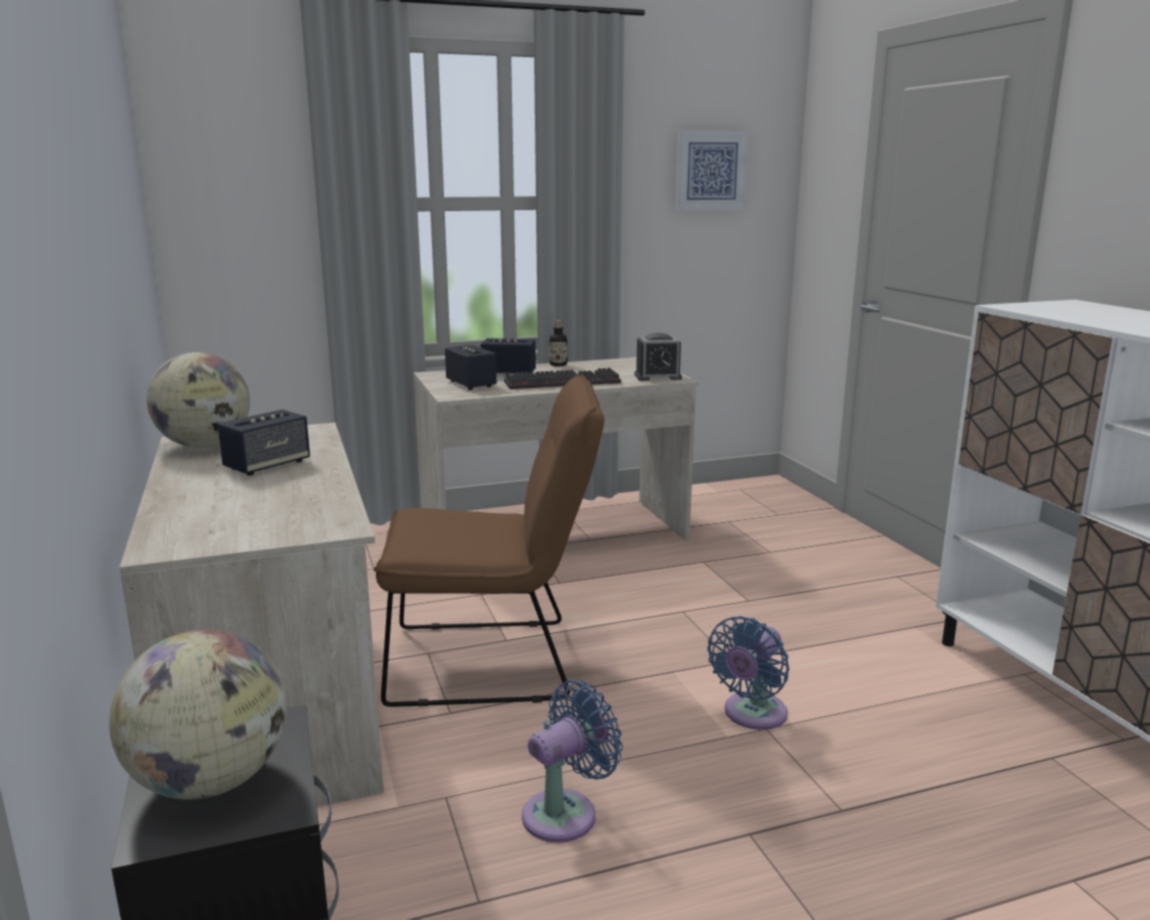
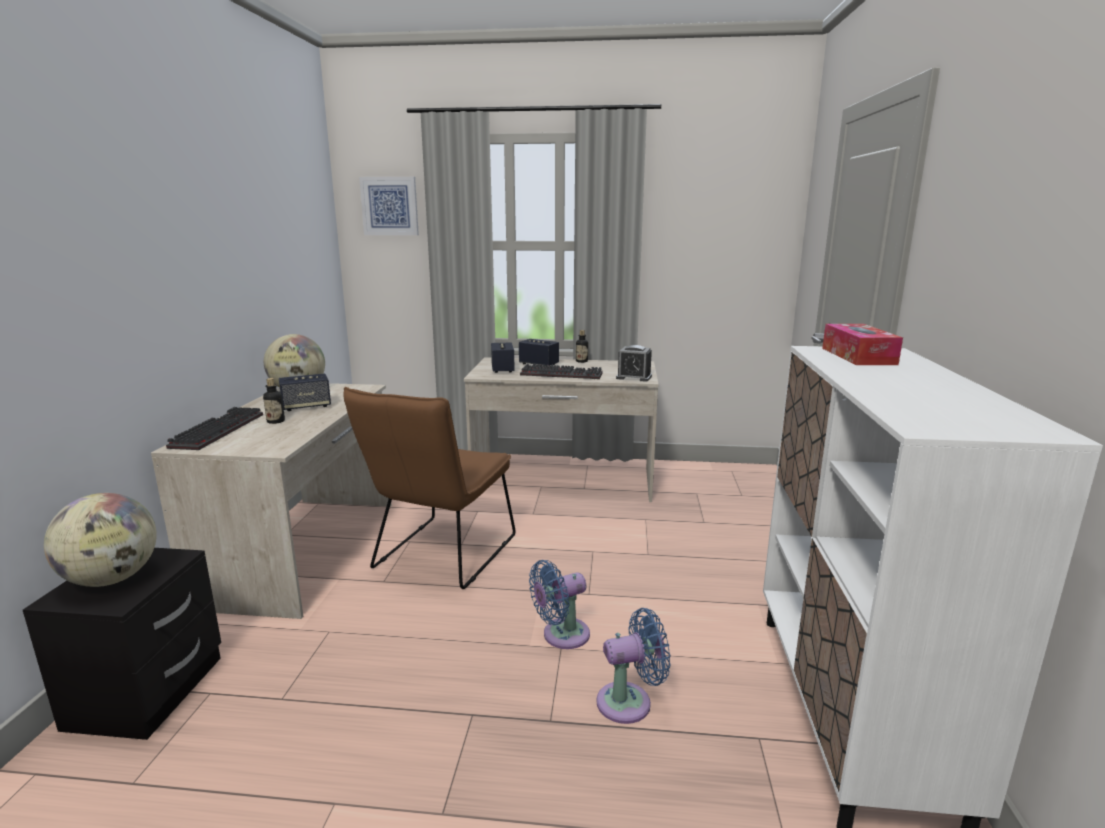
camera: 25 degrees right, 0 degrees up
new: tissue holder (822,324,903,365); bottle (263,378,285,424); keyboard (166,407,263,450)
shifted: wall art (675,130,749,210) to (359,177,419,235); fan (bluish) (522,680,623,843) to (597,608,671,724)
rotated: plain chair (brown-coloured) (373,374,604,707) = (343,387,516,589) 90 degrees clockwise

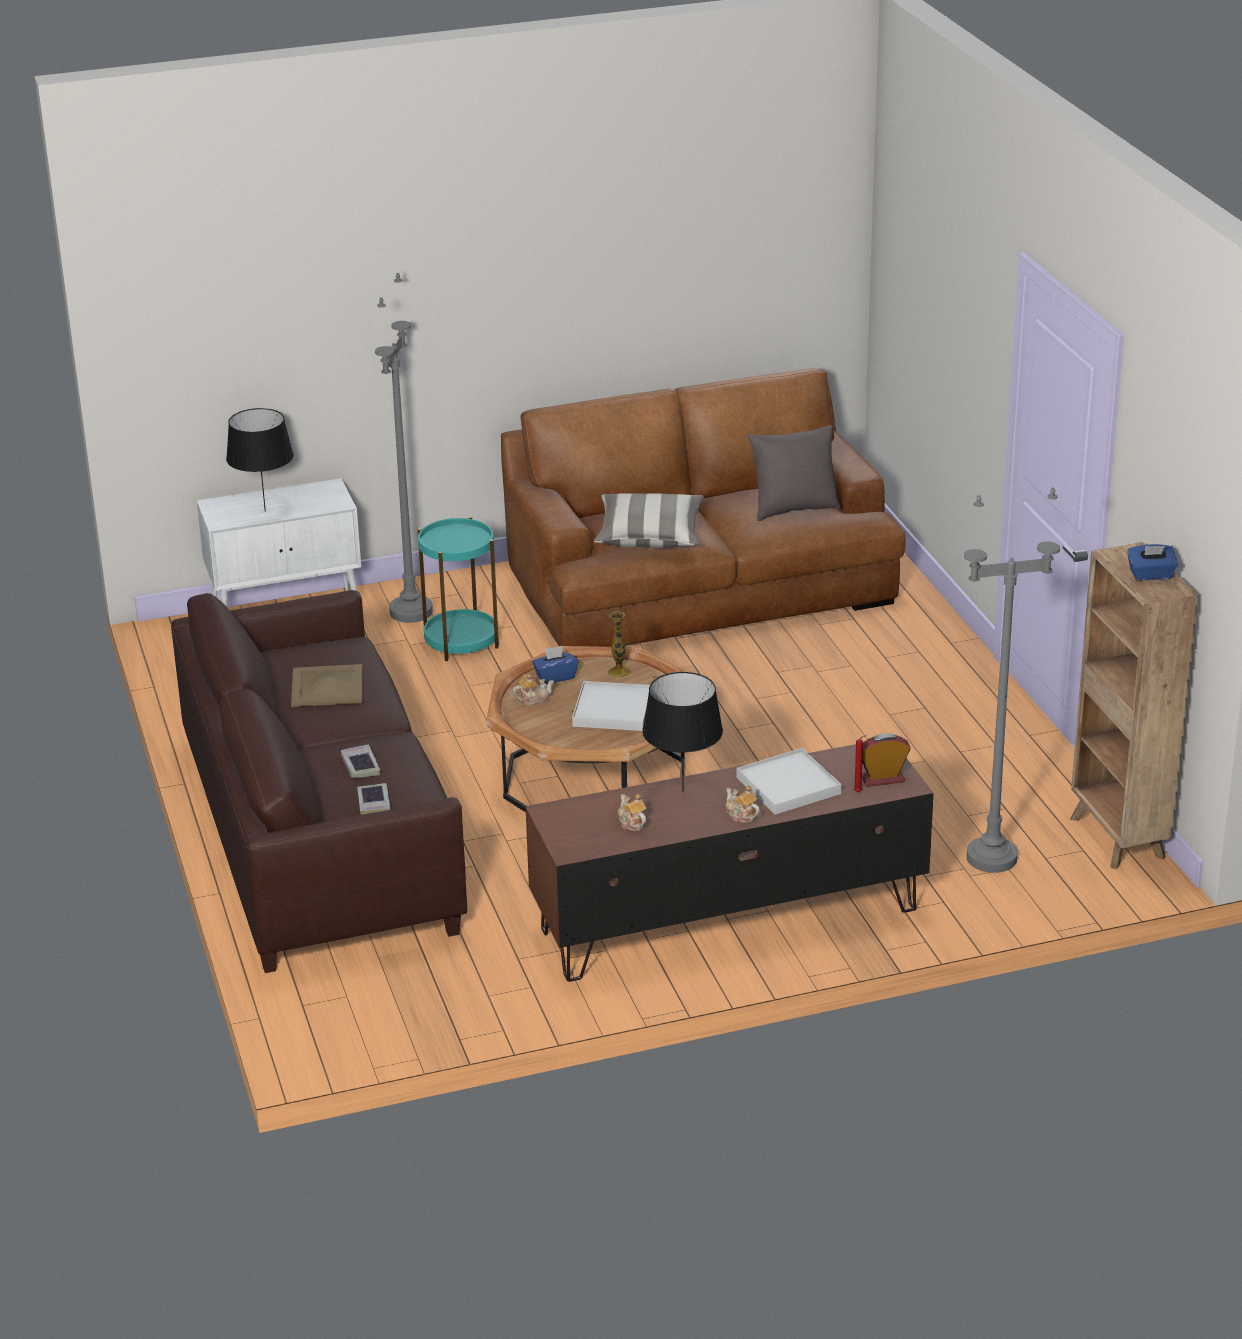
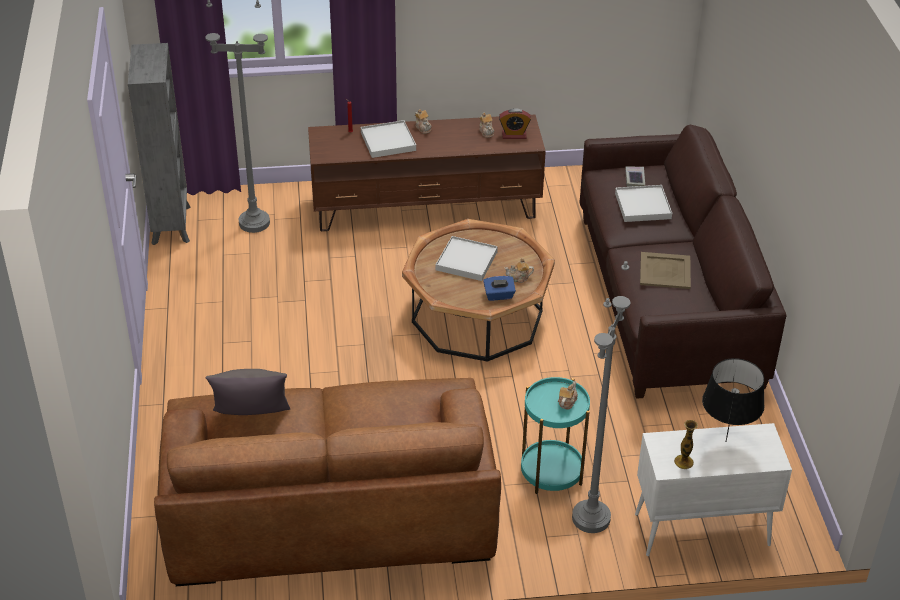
camera: 170 degrees left, 10 degrees up
gone: pillow (594,493,704,548); tissue holder (bluish) (1127,544,1178,580); tabletop lamp (black-coloured) (642,672,723,792)
new: teapot (558,381,578,410)
shifted: decorative vase (608,611,630,678) to (674,420,698,469); bedside clock (862,733,911,787) to (499,108,531,139)
swapped: book (341,744,380,778) to carrying tray (white-coloured) (615,185,672,222)
repainted: shelving unit (brown-coloured) (1070,542,1198,869) to shelving unit (grey) (128,43,191,245)

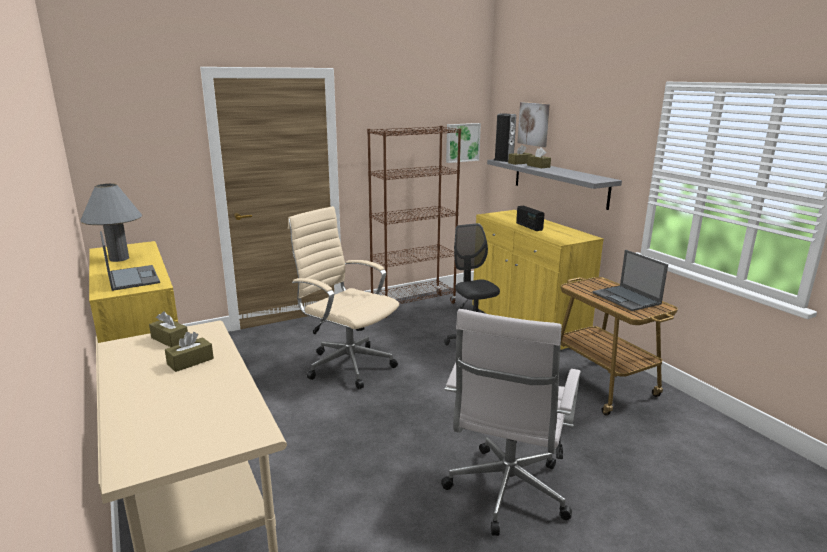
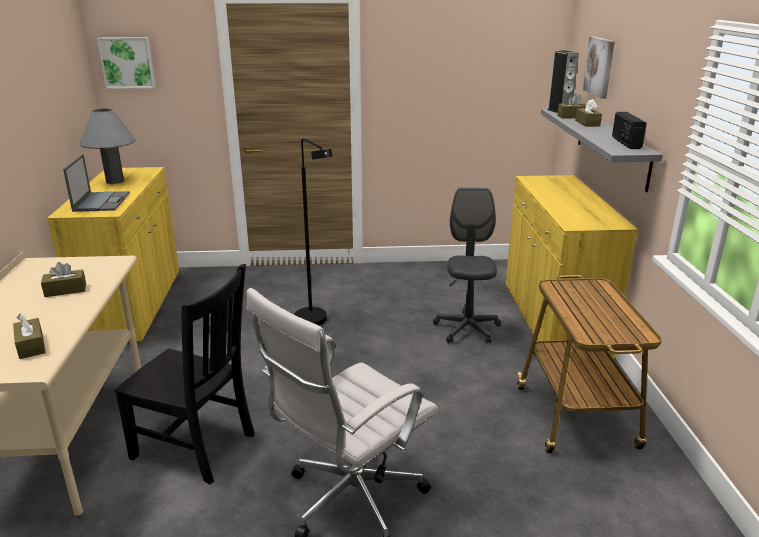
camera: 25 degrees right, 5 degrees up
gone: shelving unit (brown-coloured) (367,126,461,318); portable computer (592,250,668,311)
new: plain chair (black-coloured) (114,264,255,485)
shifted: wall art (446,123,481,163) to (97,37,156,89); radio receiver (516,206,545,231) to (612,112,647,149); tissue holder (brown-coloured) (149,312,188,347) to (13,314,46,359)
swapped: desk chair (beige-coloured) (288,206,399,389) to standard lamp (black-coloured) (294,138,333,326)

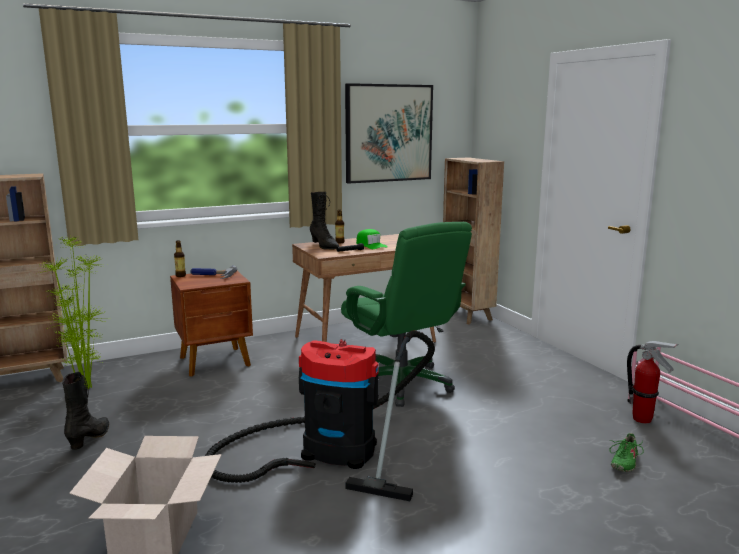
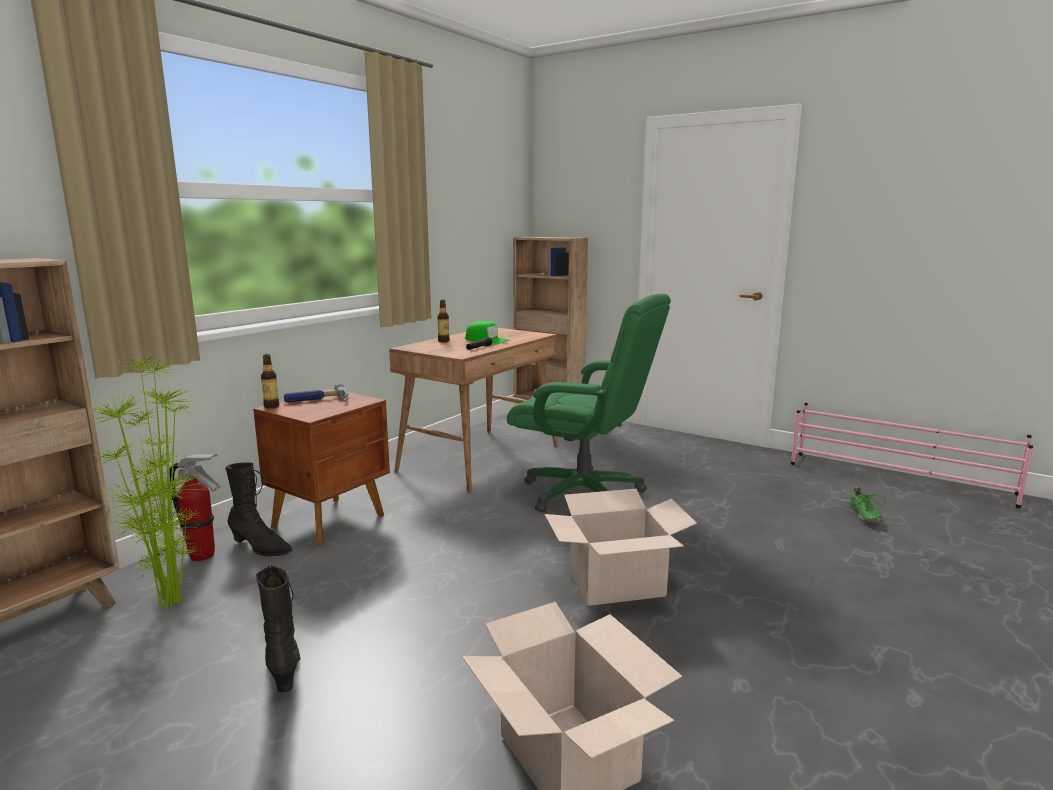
camera: 30 degrees left, 0 degrees up
gone: wall art (345,83,433,184)
shifted: high-top boot (black-coloured) (310,192,339,250) to (225,462,292,556); extinguisher (627,341,678,424) to (170,454,220,561)
swapped: vacuum cleaner (205,331,435,501) to cardboard box (544,489,697,606)

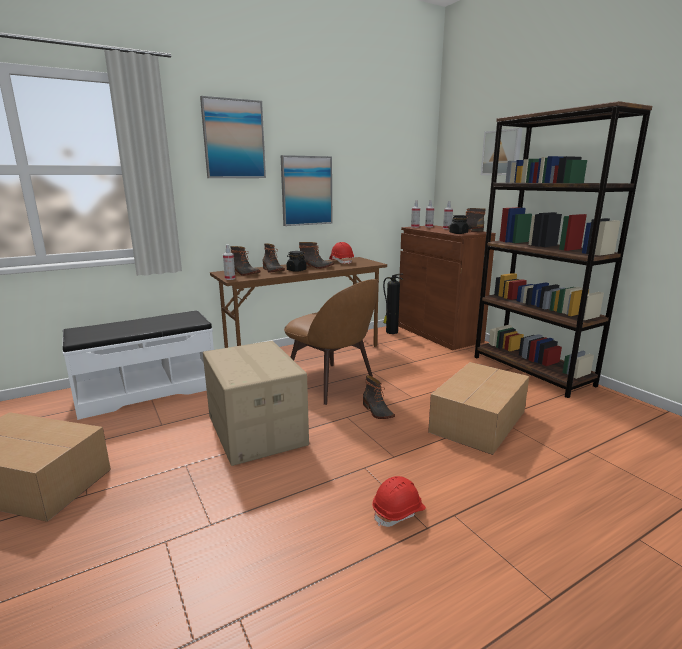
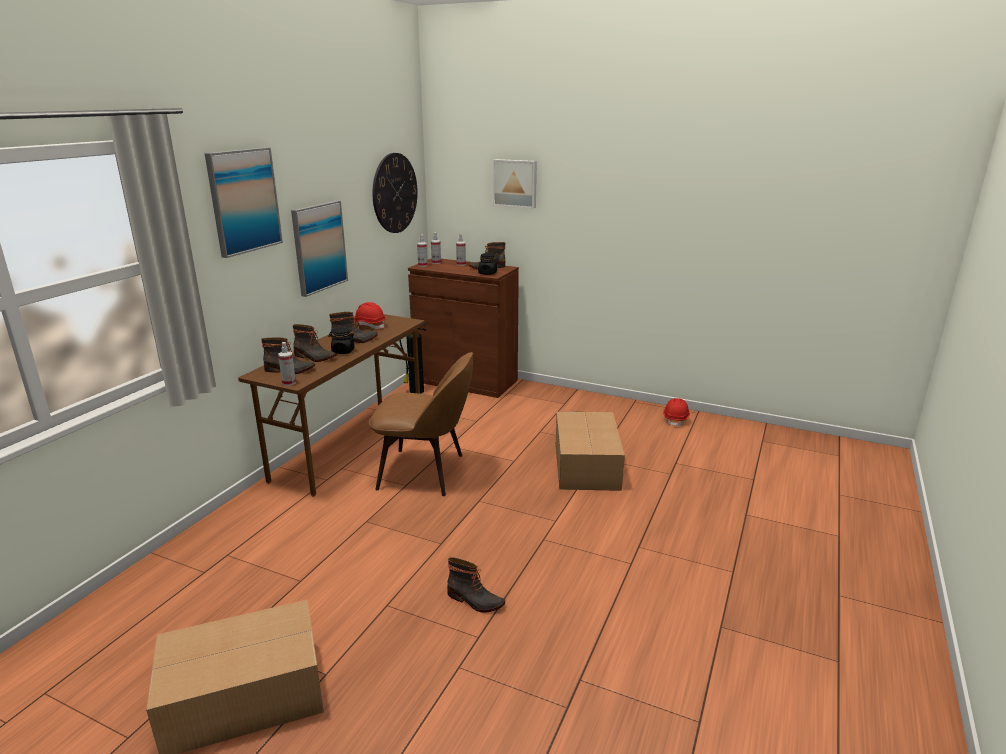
camera: 35 degrees left, 5 degrees up
gone: shelving unit (brown-coloured) (474,101,652,398); indoor bench (white-coloured) (63,310,214,420); cardboard box (203,341,309,466)
new: wall clock (372,153,418,233)
shifted: high-top boot (363,375,395,419) to (447,557,505,613); hard hat (red) (372,476,426,527) to (663,398,690,427)

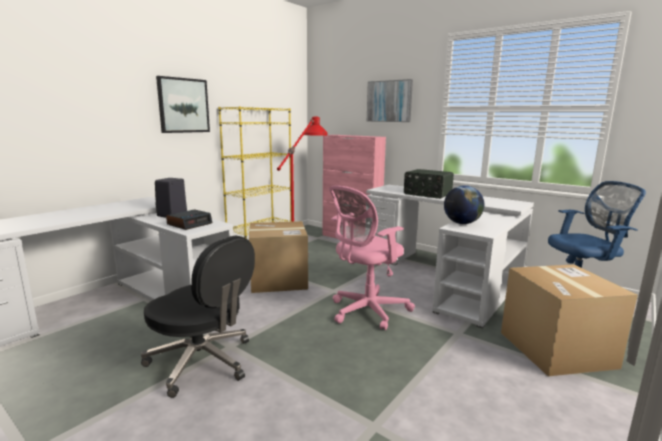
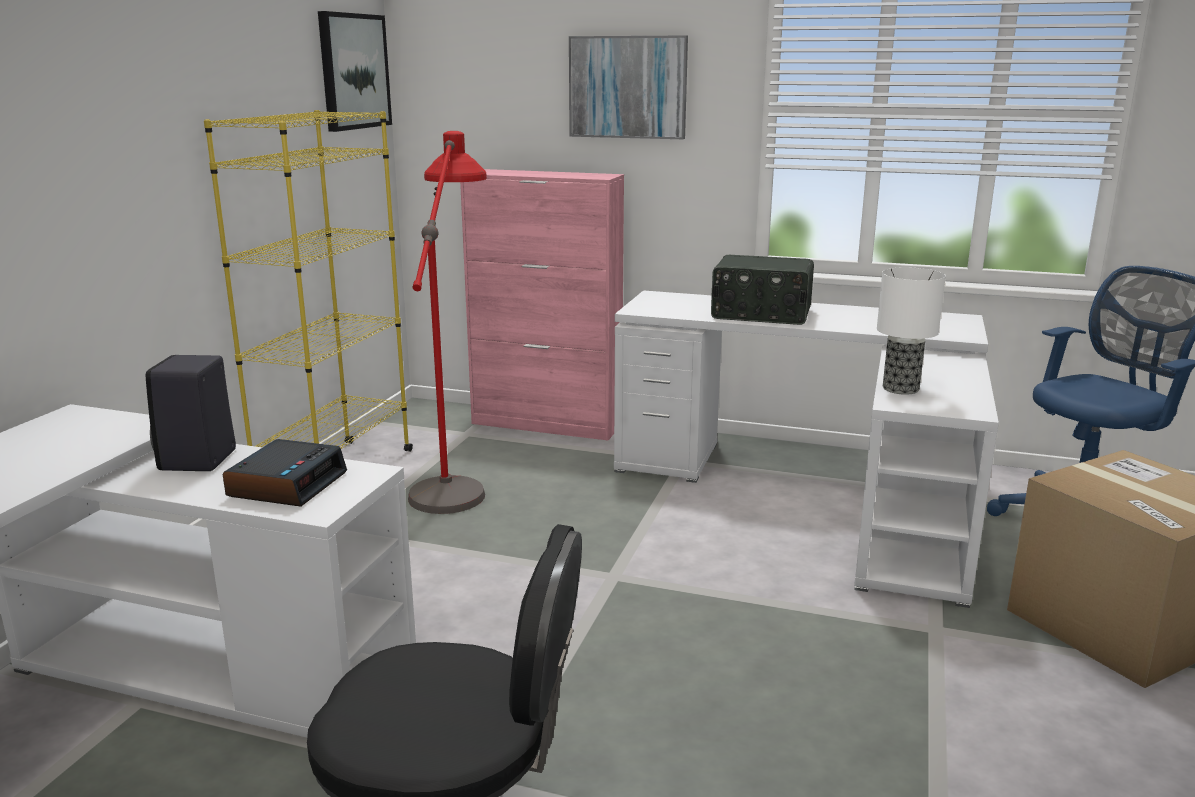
camera: 20 degrees left, 5 degrees up
gone: desk chair (pink-coloured) (329,185,415,330); cardboard box (249,221,308,293)
shifted: wall art (156,76,210,133) to (318,11,392,132)
swapped: desk globe (444,185,484,224) to tabletop lamp (877,267,946,395)

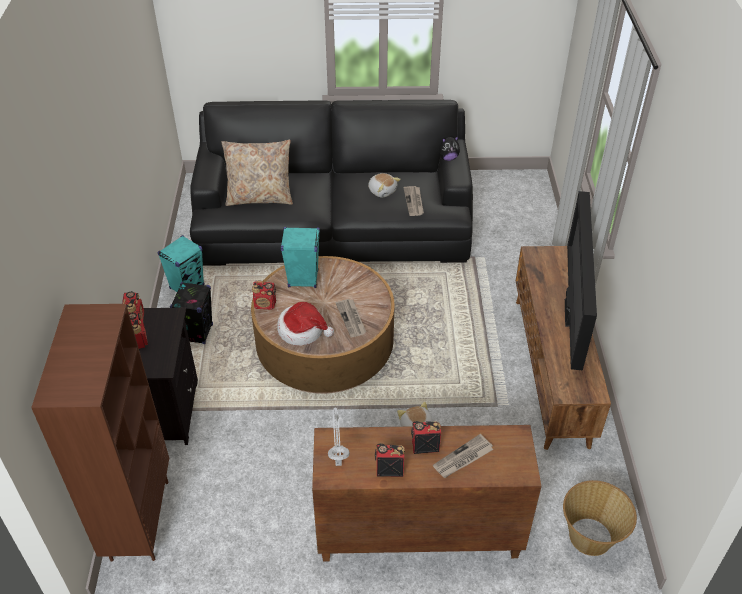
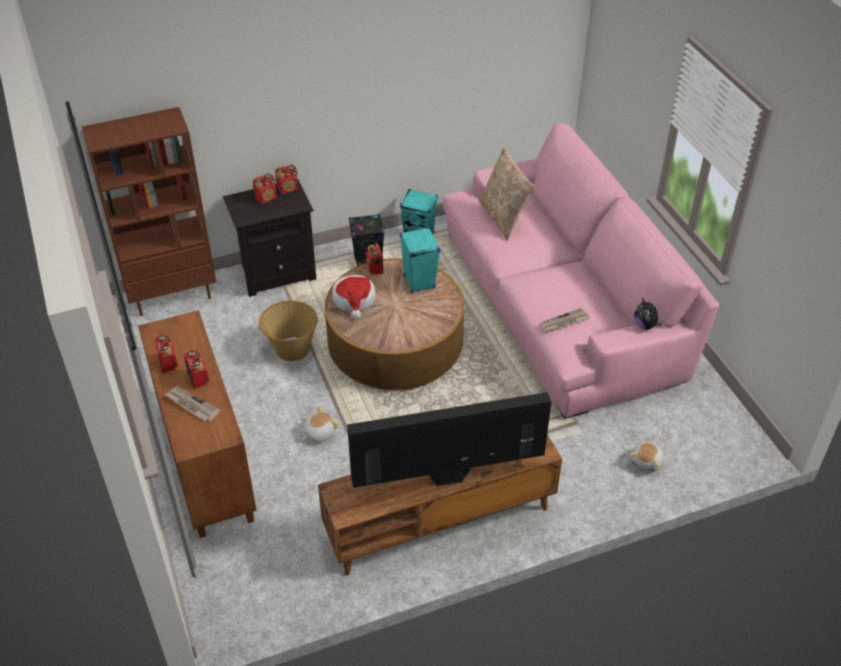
camera: 70 degrees right, 0 degrees up
gone: daily paper (336,299,366,337); tabletop lamp (grey) (328,407,350,466)
shifted: cuddly toy (368,173,401,197) to (629,442,663,472); household basket (563,480,637,556) to (259,301,318,361)
repainted: couch (black-coloured) (190,100,473,266) to couch (pink-coloured) (443,123,719,419)

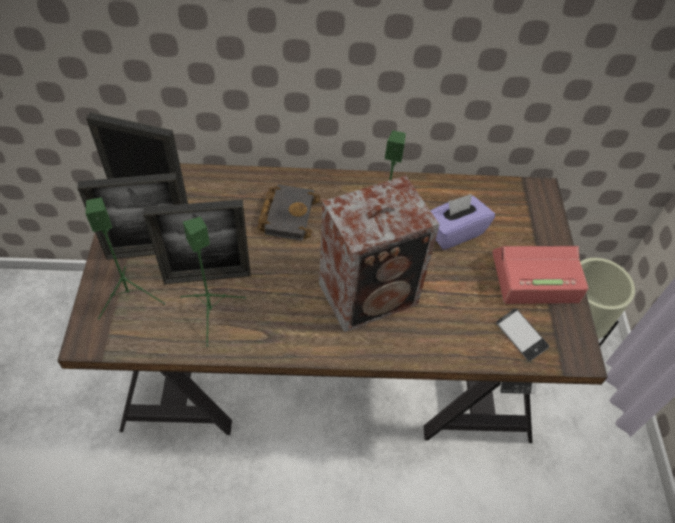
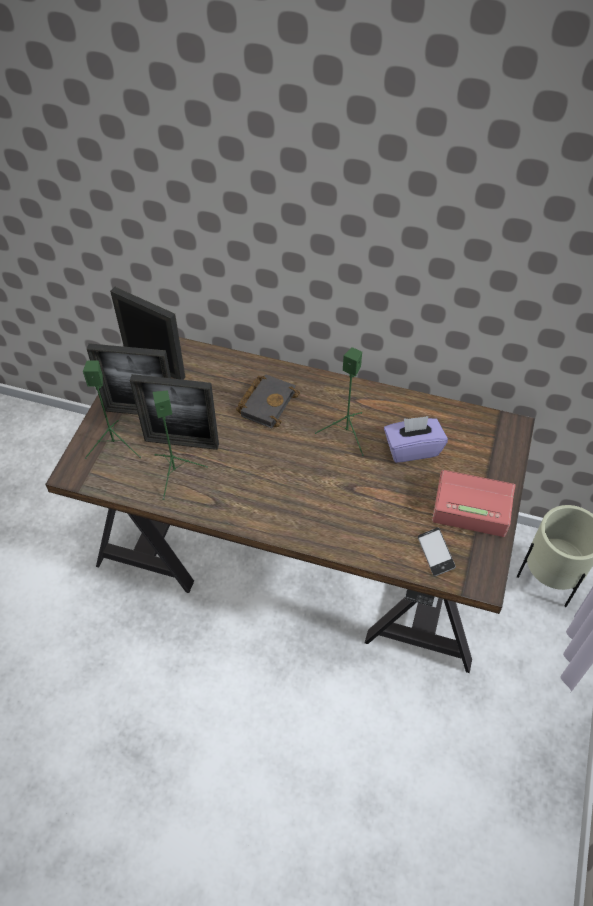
camera: 20 degrees right, 0 degrees up
gone: speaker (319,175,440,332)

